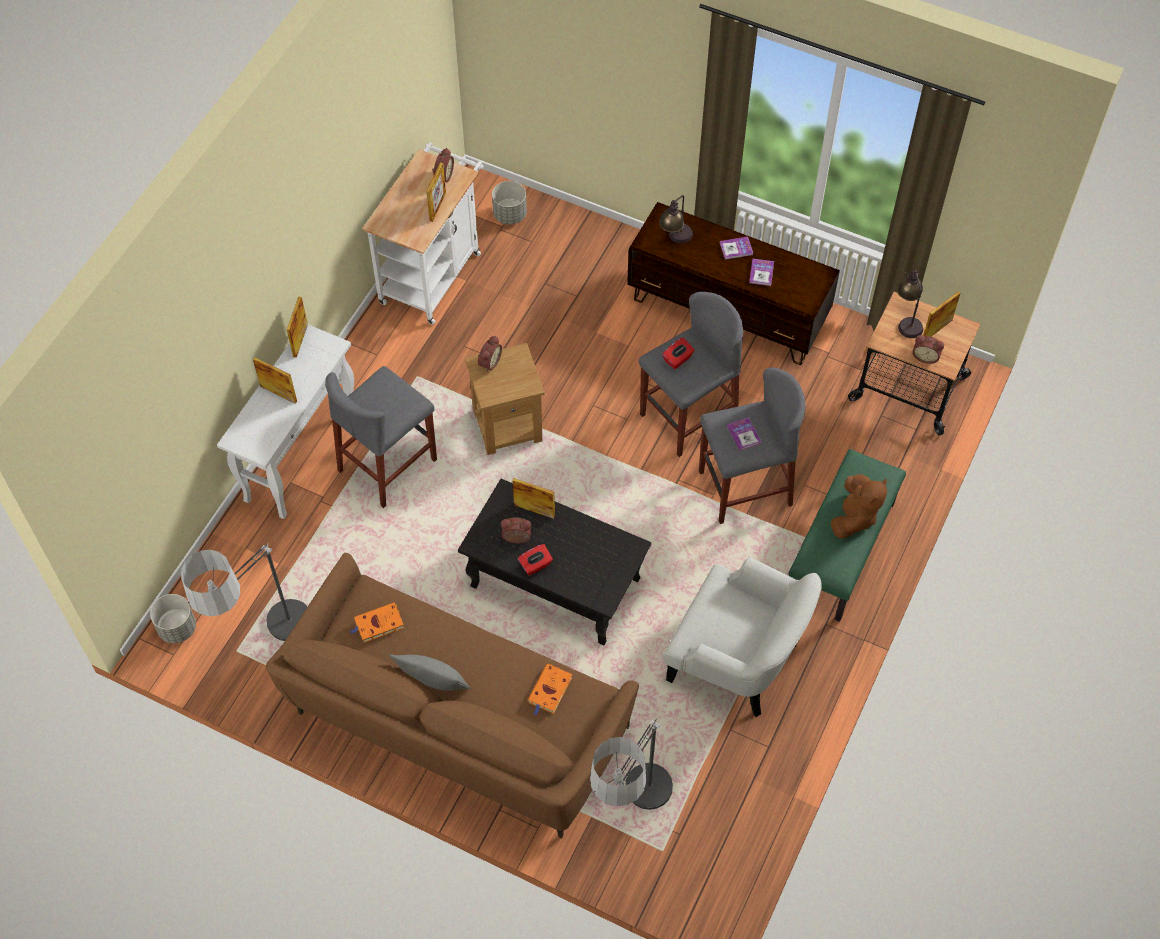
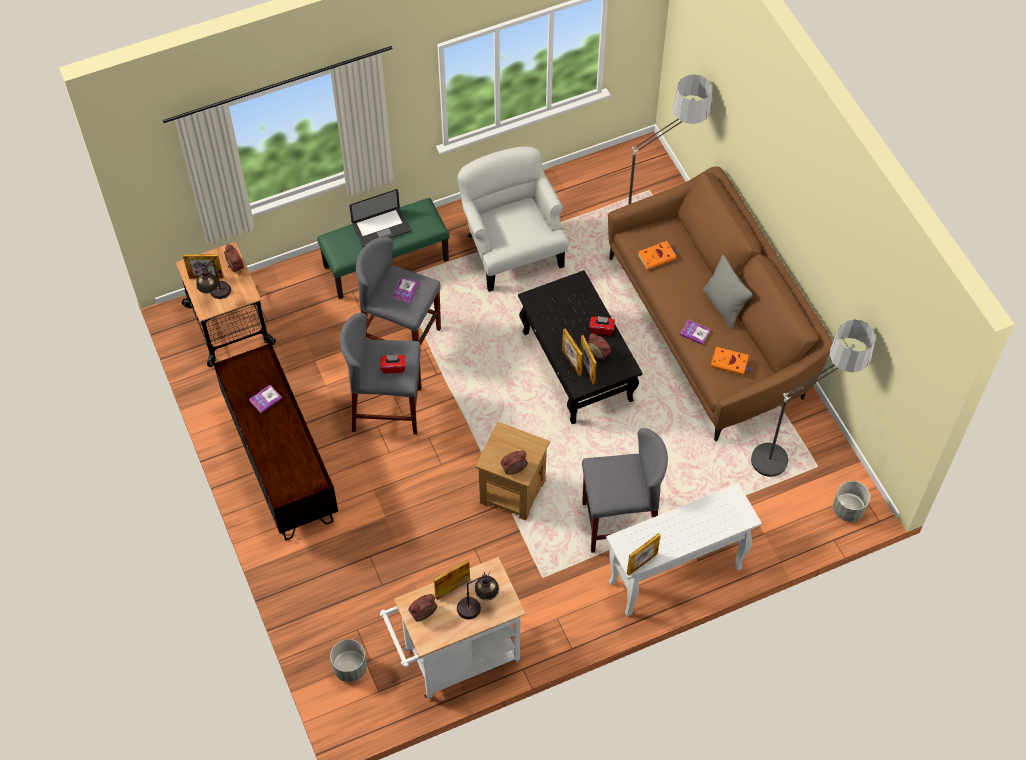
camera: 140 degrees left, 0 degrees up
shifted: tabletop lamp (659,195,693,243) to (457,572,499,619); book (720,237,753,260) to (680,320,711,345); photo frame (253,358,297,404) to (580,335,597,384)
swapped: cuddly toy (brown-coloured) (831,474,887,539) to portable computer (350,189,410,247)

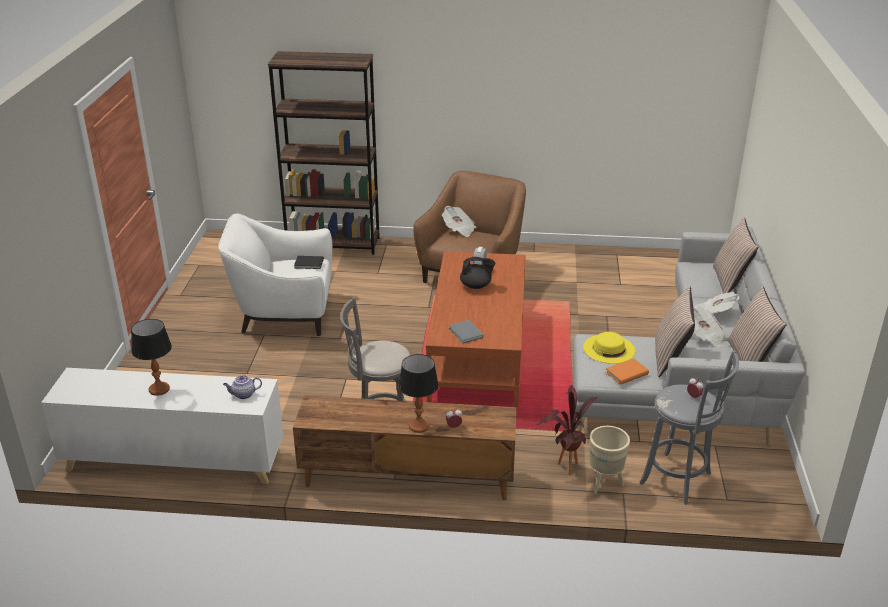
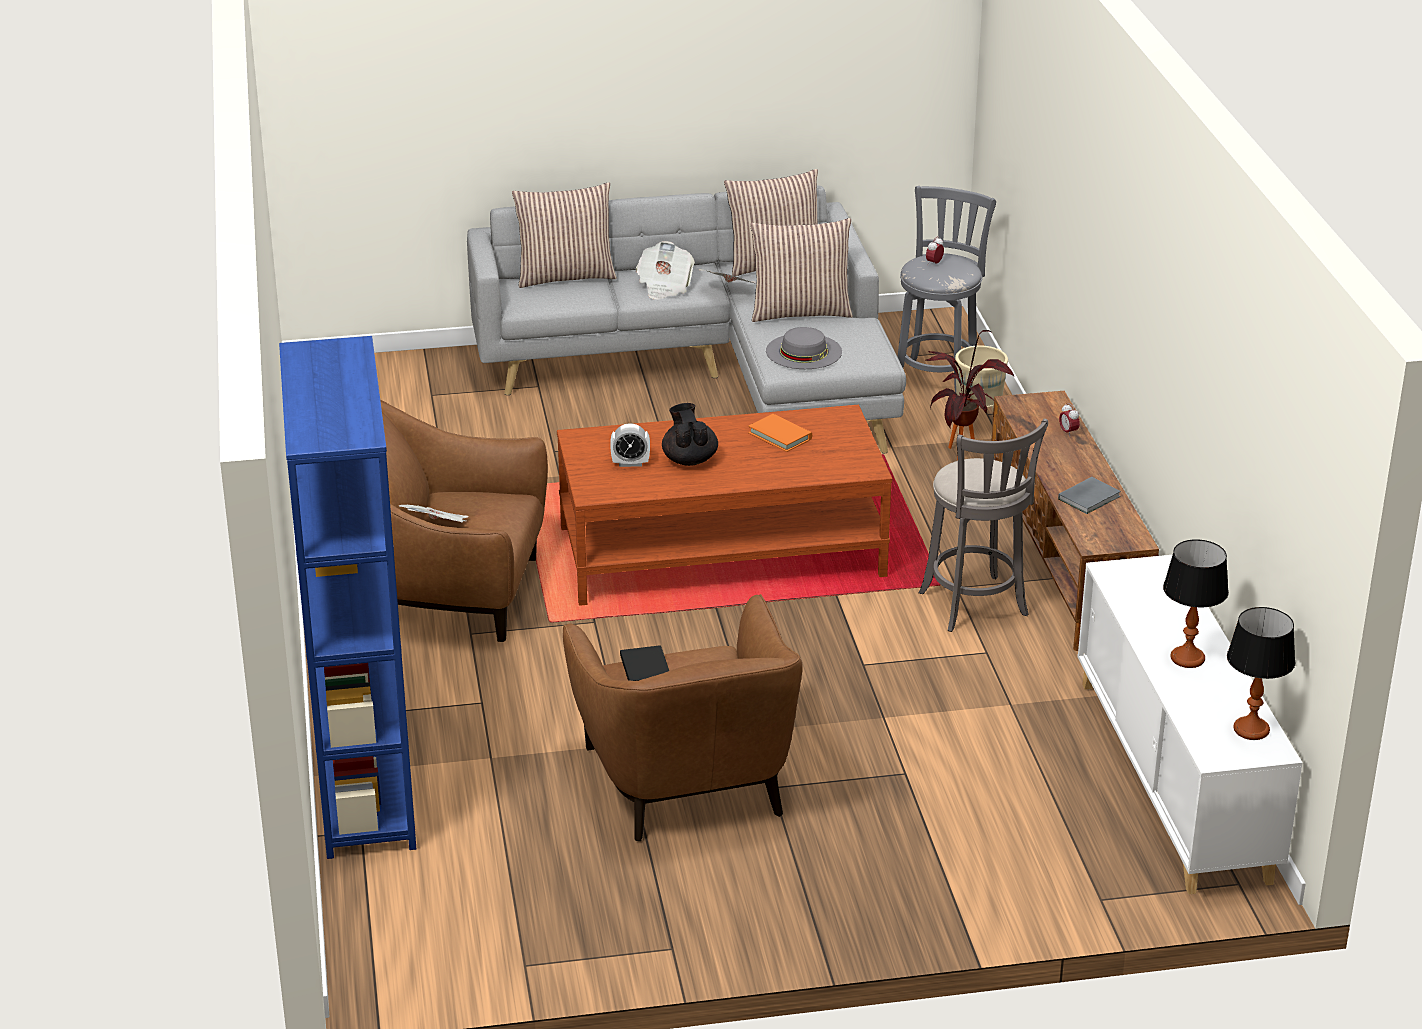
camera: 105 degrees left, 0 degrees up
gone: teapot (223,375,262,399)
shifted: book (grey) (449,320,483,343) to (1058,477,1121,514); tabletop lamp (398,354,439,433) to (1227,607,1295,740); book (orange) (605,358,649,385) to (748,414,812,452)
repainted: shelving unit (brown-coloured) (268,51,380,255) to shelving unit (bluish) (279,336,416,859); armchair (white-coloured) (218,214,333,336) to armchair (brown-coloured) (563,594,803,841); clothing hat (yellowish) (583,332,635,364) to clothing hat (grey) (766,327,842,369)

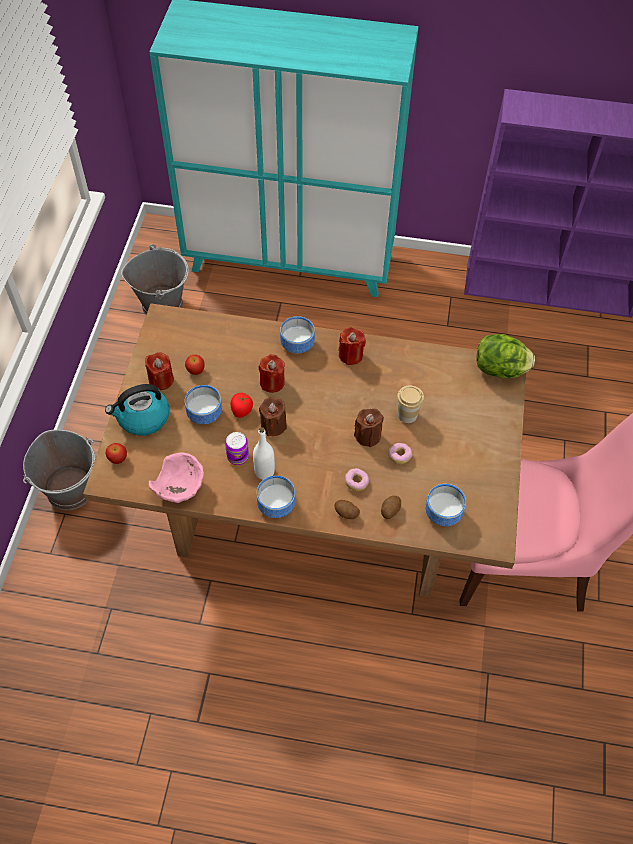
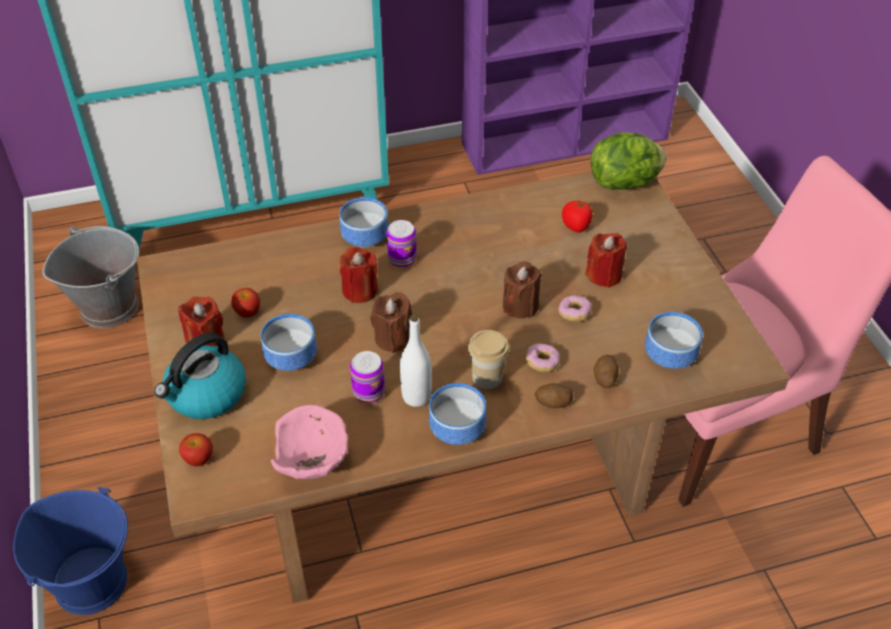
camera: 25 degrees left, 10 degrees down
new: sealed can (386,220,417,268)
shifted: wax light (red) (339,327,366,365) to (585,233,627,288); cup (397,385,424,423) to (468,330,509,389); tomato (230,393,253,418) to (562,200,592,232)
repainted: water bucket (grey) (23,430,96,510) to water bucket (bluish) (13,487,128,615)

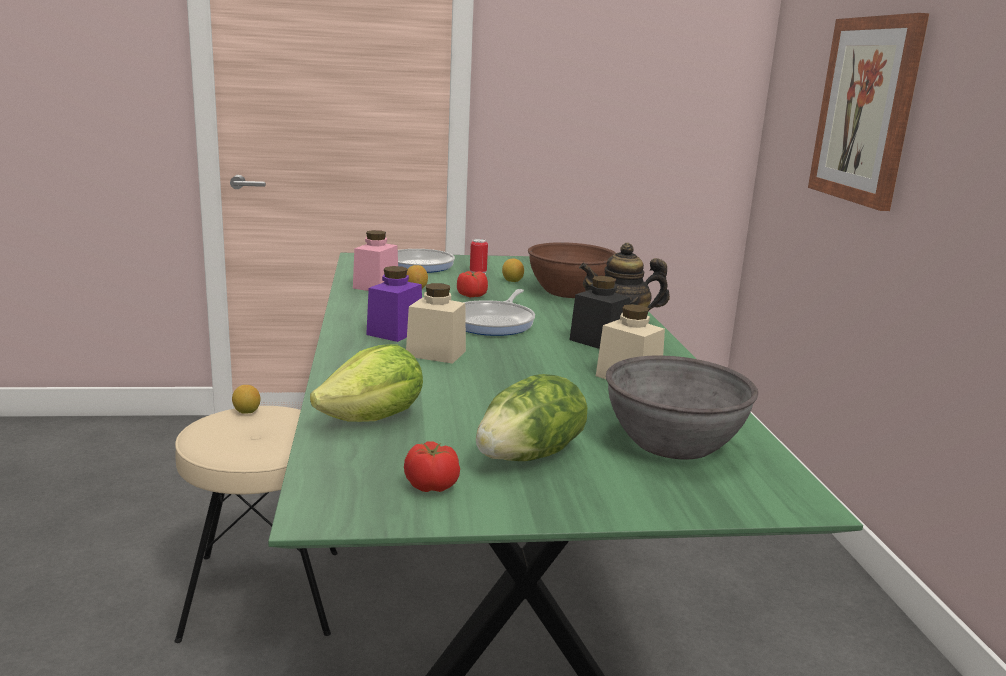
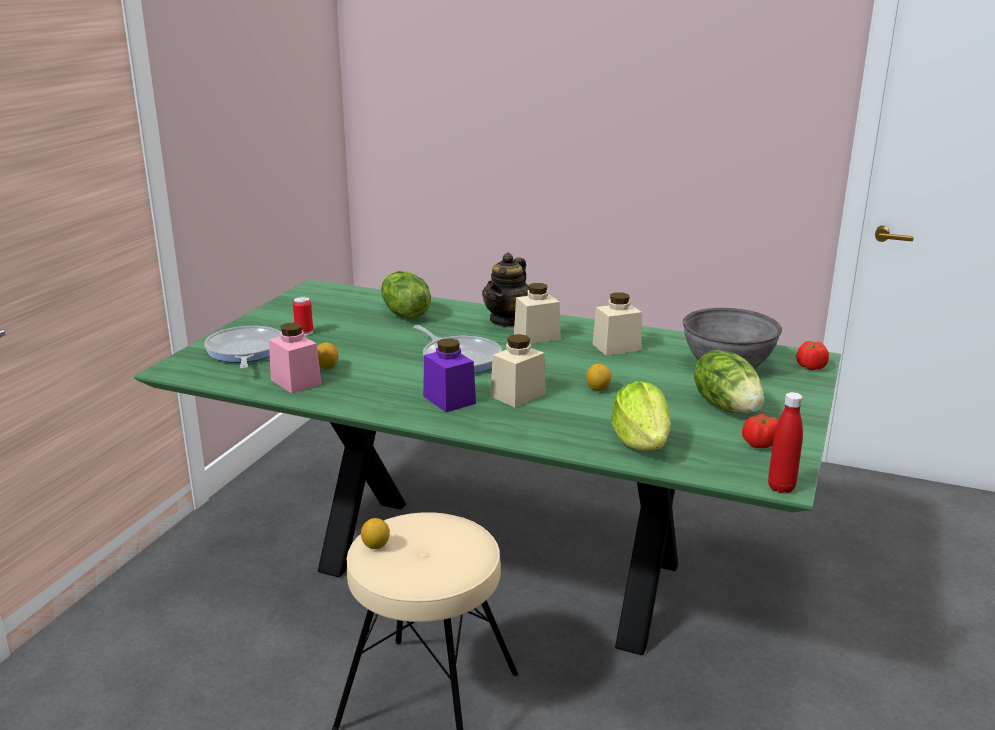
camera: 60 degrees left, 5 degrees up
gone: wall art (808,13,929,211)
new: bottle (red) (768,392,803,493)
shifted: whole lemon (502,259,524,282) to (586,364,612,391); tomato (457,271,488,297) to (796,341,829,370)
swapped: deep dish (brown-coloured) (528,242,616,298) to lettuce (381,271,431,319)
repainted: preserve jar (black-coloured) (569,276,630,349) to preserve jar (beige-coloured) (514,283,560,344)

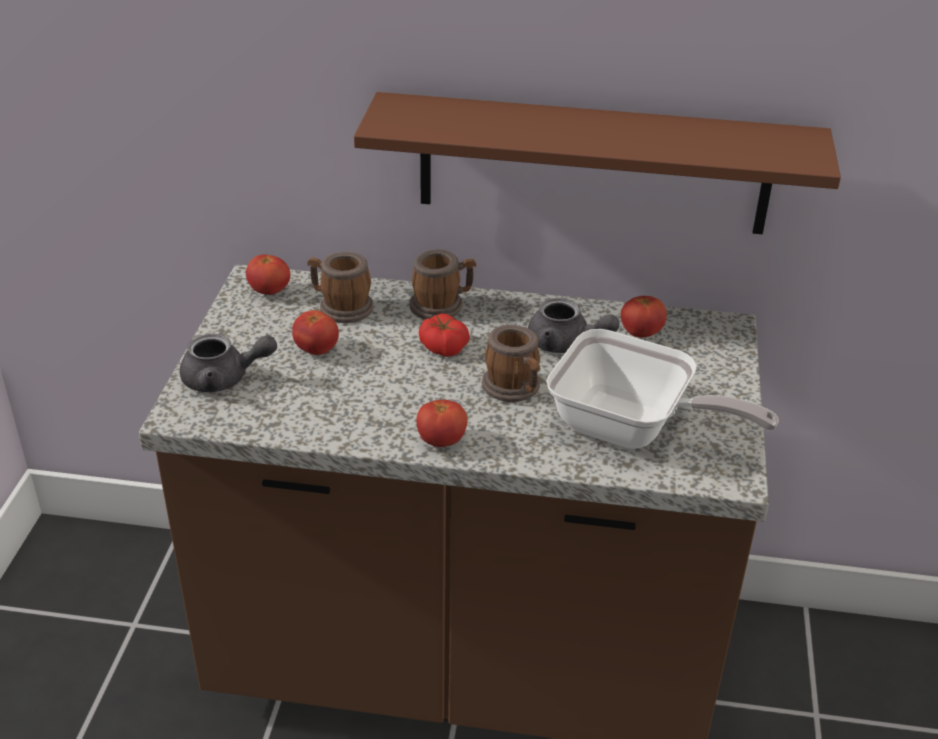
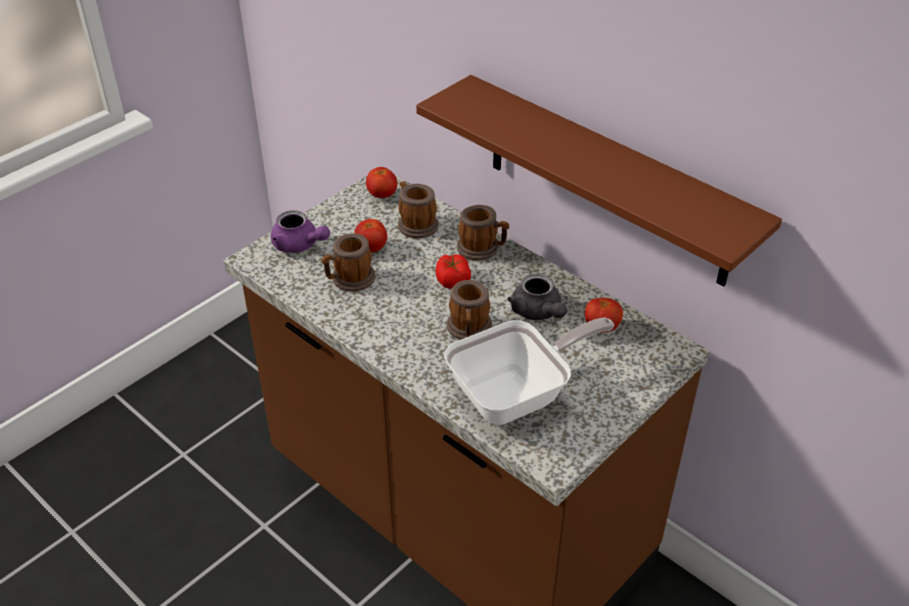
camera: 35 degrees right, 5 degrees up
gone: tomato (416,400,468,447)
new: mug (321,233,376,292)
repainted: teapot (grey) (180,334,277,392) to teapot (purple-coloured) (271,210,330,253)
rotated: frying pan (546,329,779,449) = (444,318,615,425) 90 degrees counterclockwise

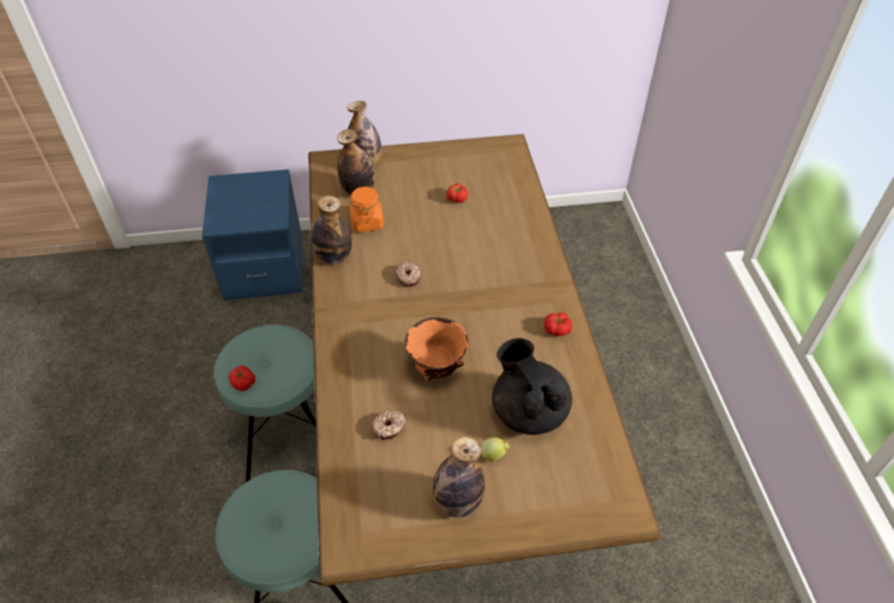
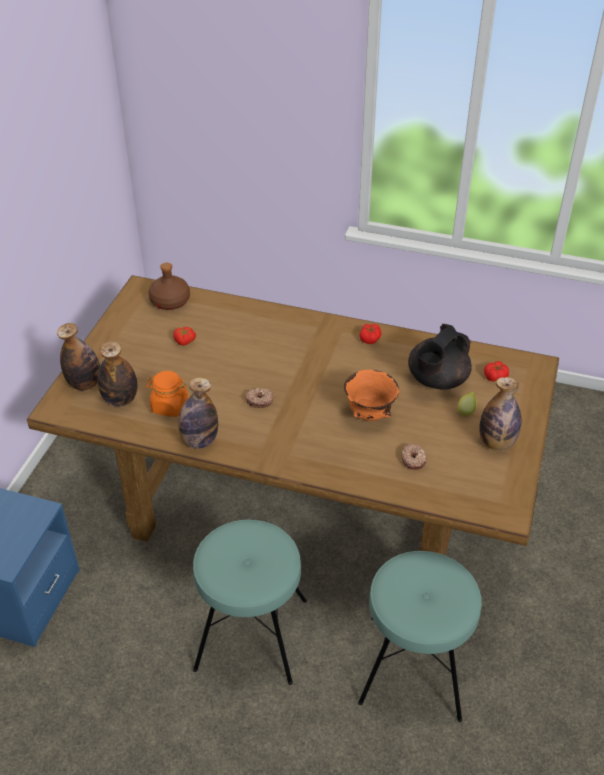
camera: 65 degrees left, 5 degrees down
new: bottle (brown-coloured) (148,263,190,310)
shifted: tomato (228,365,255,391) to (484,361,509,381)
rotated: teapot (black-coloured) (492,338,572,435) = (408,324,472,390) 45 degrees counterclockwise

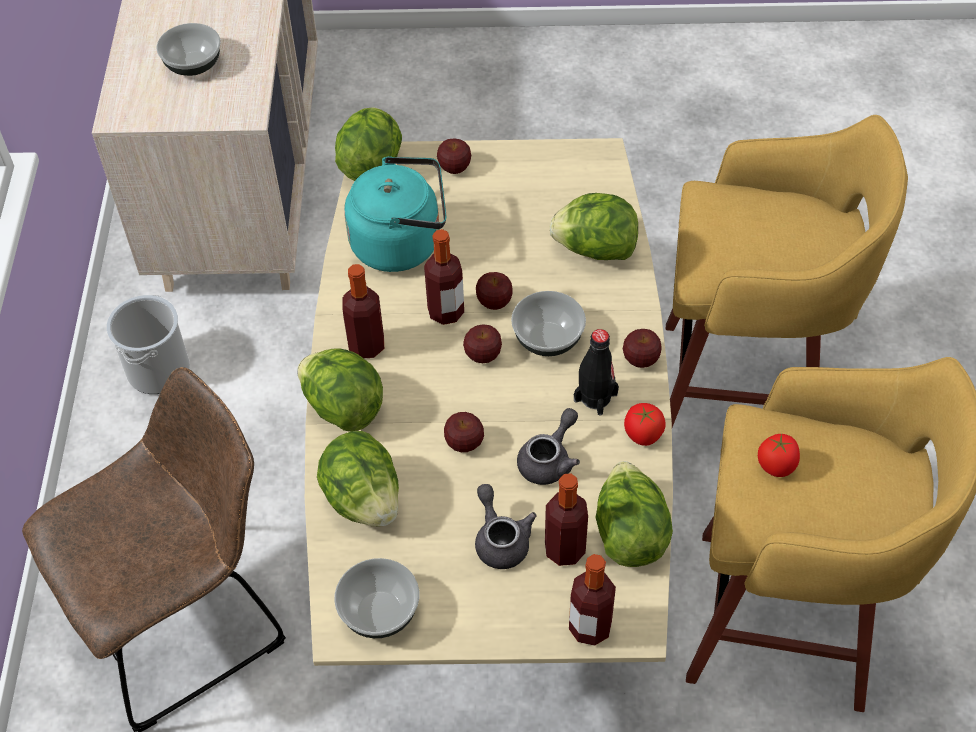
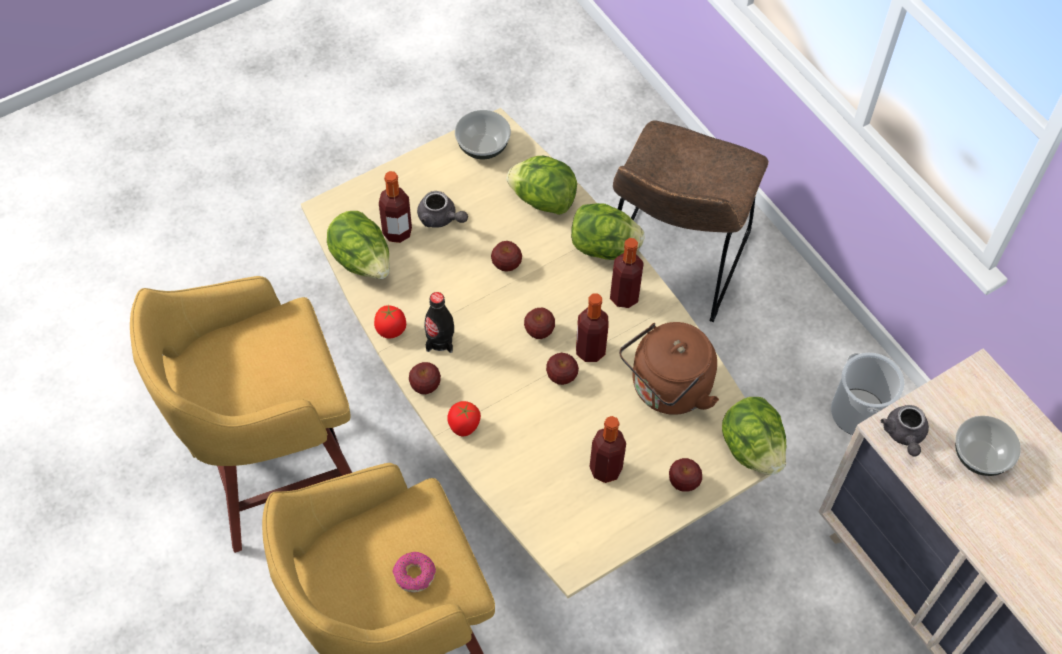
camera: 145 degrees right, 5 degrees up
gone: lettuce (550,193,638,260); deep dish (511,291,586,356)
new: ring doughnut (392,552,436,593)
shifted: teapot (grey) (517,408,580,485) to (881,405,929,457); tomato (758,433,800,477) to (447,401,481,436); bottle (569,554,616,646) to (590,416,626,483)
repainted: kettle (turquoise) (344,156,446,272) to kettle (brown-coloured) (619,322,719,415)

